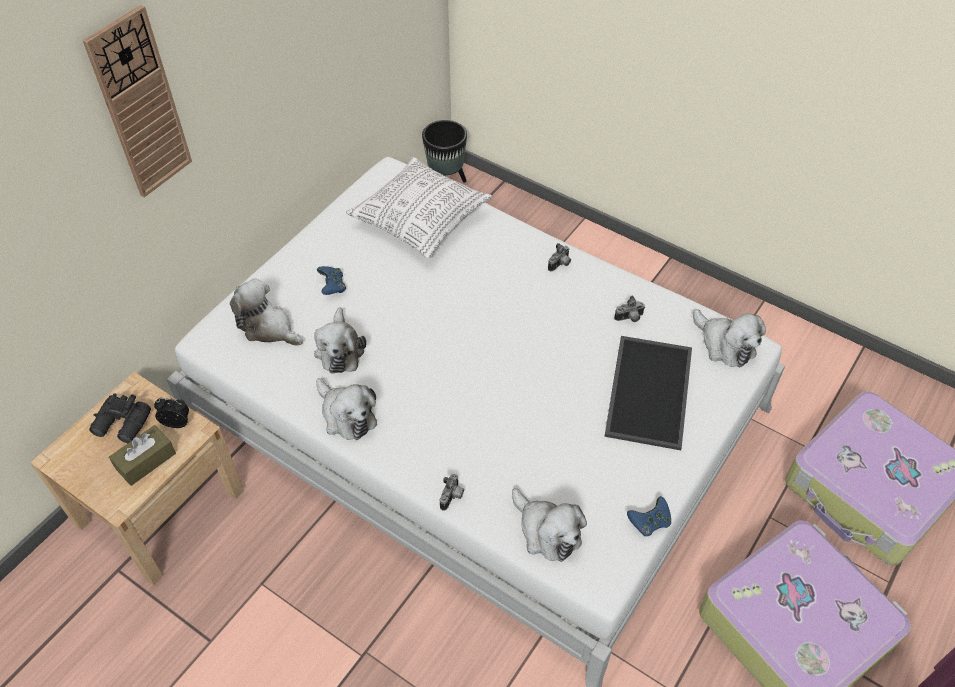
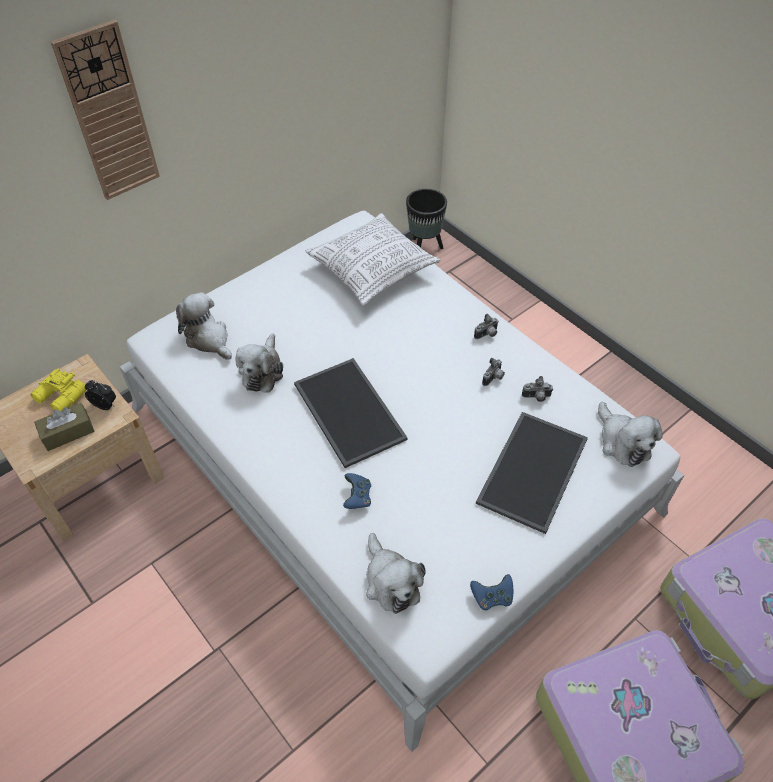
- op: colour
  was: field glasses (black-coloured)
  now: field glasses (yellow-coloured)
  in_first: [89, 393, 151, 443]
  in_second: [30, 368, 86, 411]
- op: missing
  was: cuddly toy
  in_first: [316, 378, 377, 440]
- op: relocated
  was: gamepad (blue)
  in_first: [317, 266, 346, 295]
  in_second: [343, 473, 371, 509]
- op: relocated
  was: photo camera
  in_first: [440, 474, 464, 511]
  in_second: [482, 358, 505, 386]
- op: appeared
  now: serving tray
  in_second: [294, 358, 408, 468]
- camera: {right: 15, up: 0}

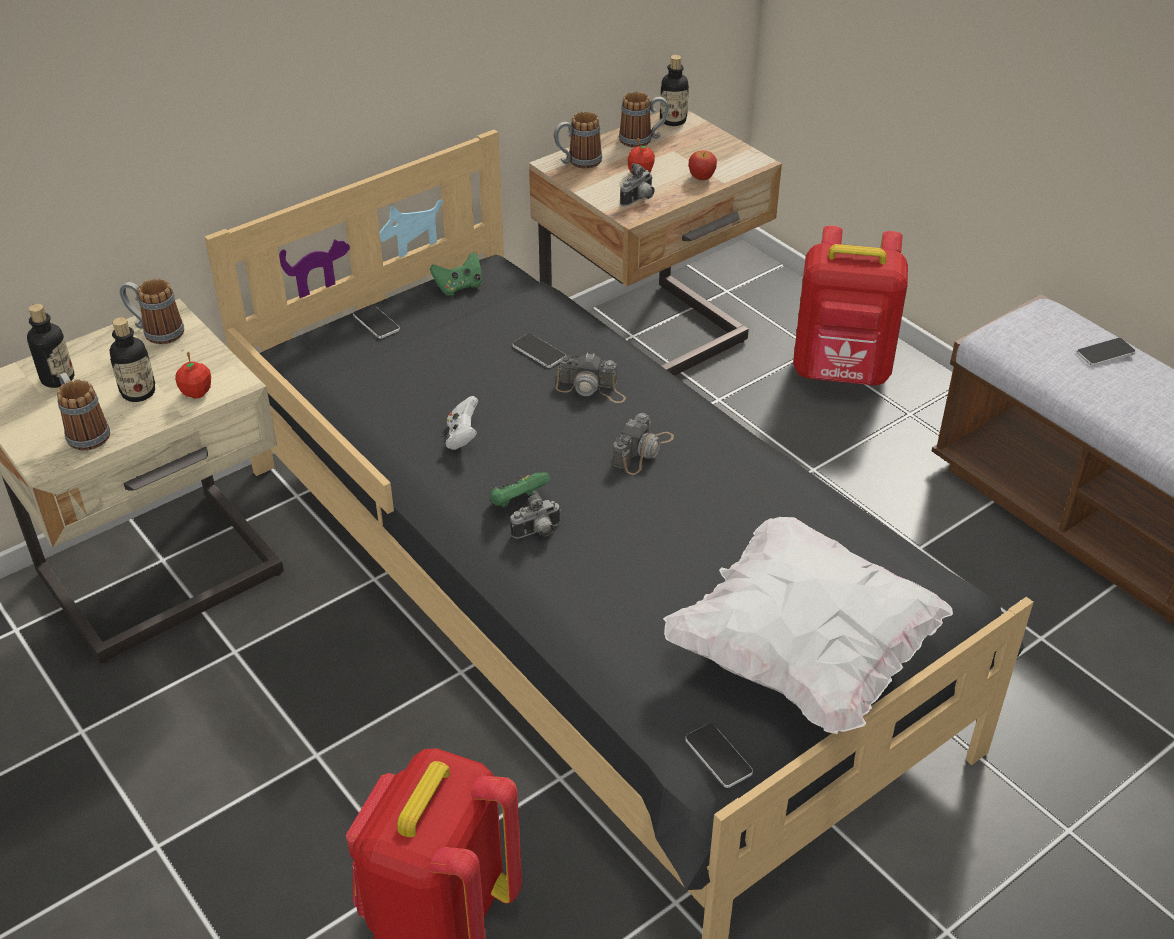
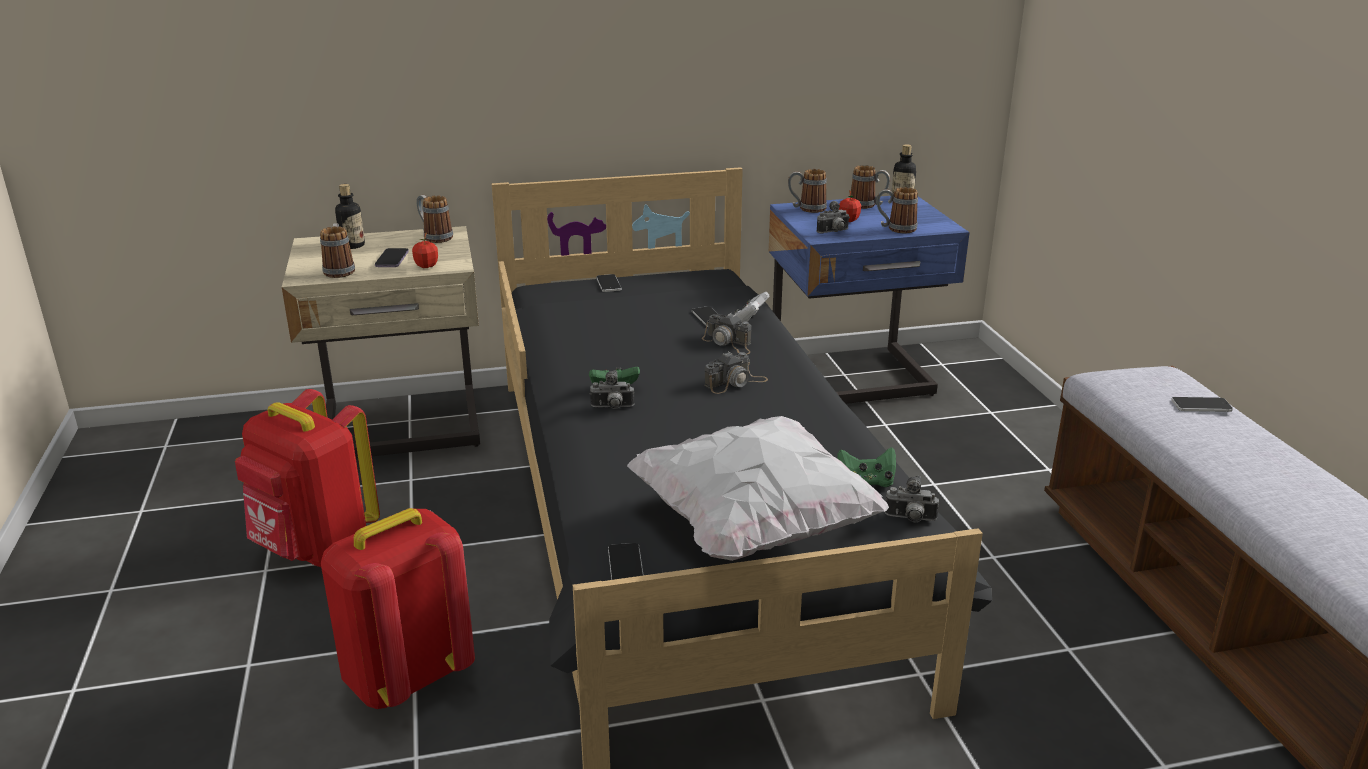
- op: exchanged
  was: beverage bottle
  now: telephone
  in_first: [110, 317, 155, 402]
  in_second: [375, 248, 409, 267]
- op: relocated
  was: gamepad (green)
  in_first: [430, 252, 482, 296]
  in_second: [837, 447, 896, 487]
- op: relocated
  was: gamepad (white)
  in_first: [444, 396, 478, 450]
  in_second: [734, 292, 770, 322]
- op: colour
  was: night table (beige)
  now: night table (blue)
  in_first: [529, 110, 782, 376]
  in_second: [769, 196, 970, 404]
- op: exchanged
  was: whole apple
  now: mug
  in_first: [689, 150, 717, 180]
  in_second: [877, 187, 918, 233]
- op: relocated
  was: knapsack (red)
  in_first: [793, 226, 908, 386]
  in_second: [235, 389, 380, 567]
- op: appeared
  now: photo camera
  in_second: [885, 476, 939, 523]
- camera: {right: 25, up: -15}

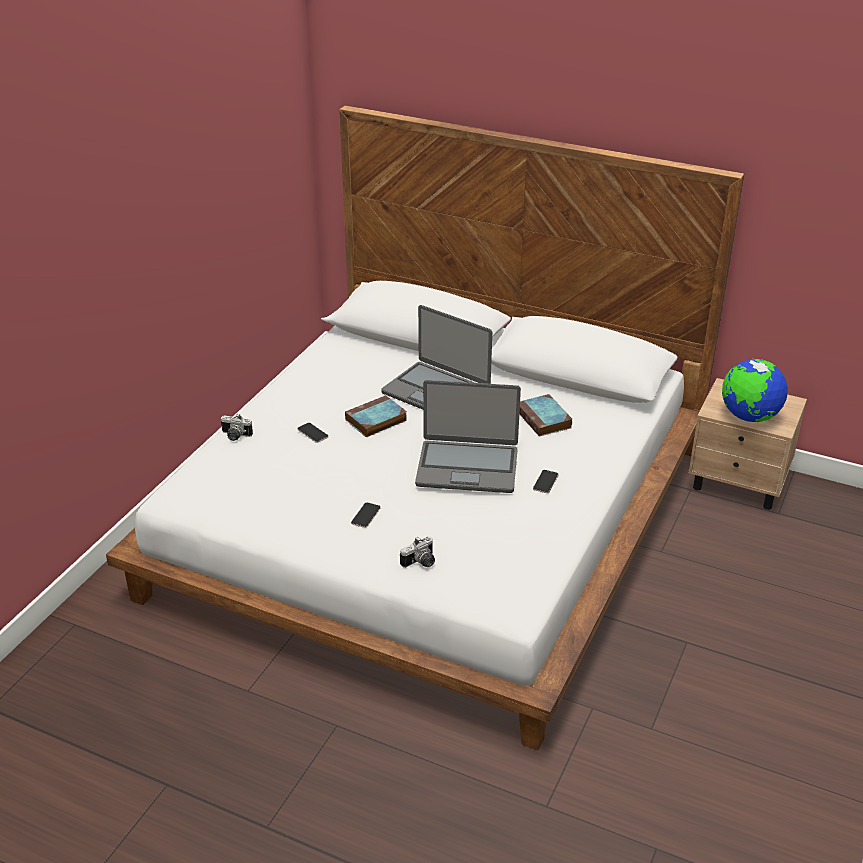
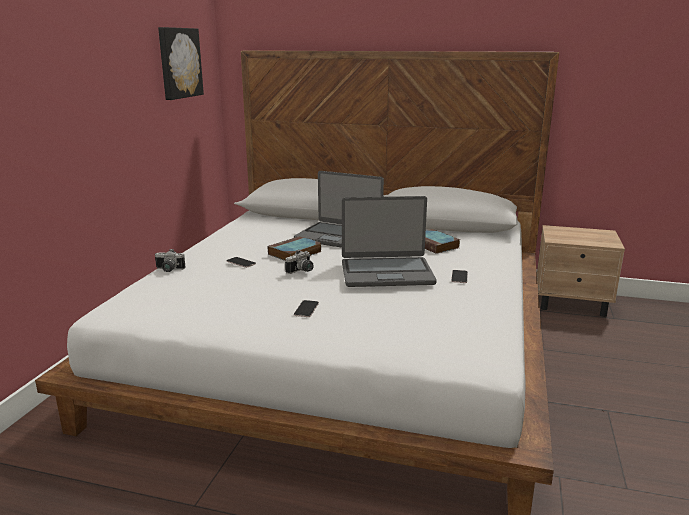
- op: relocated
  was: photo camera
  in_first: [400, 536, 435, 568]
  in_second: [285, 250, 314, 274]
- op: missing
  was: world globe
  in_first: [722, 359, 788, 422]
- op: appeared
  now: wall picture
  in_second: [158, 27, 204, 100]
- camera: {right: -10, up: -15}

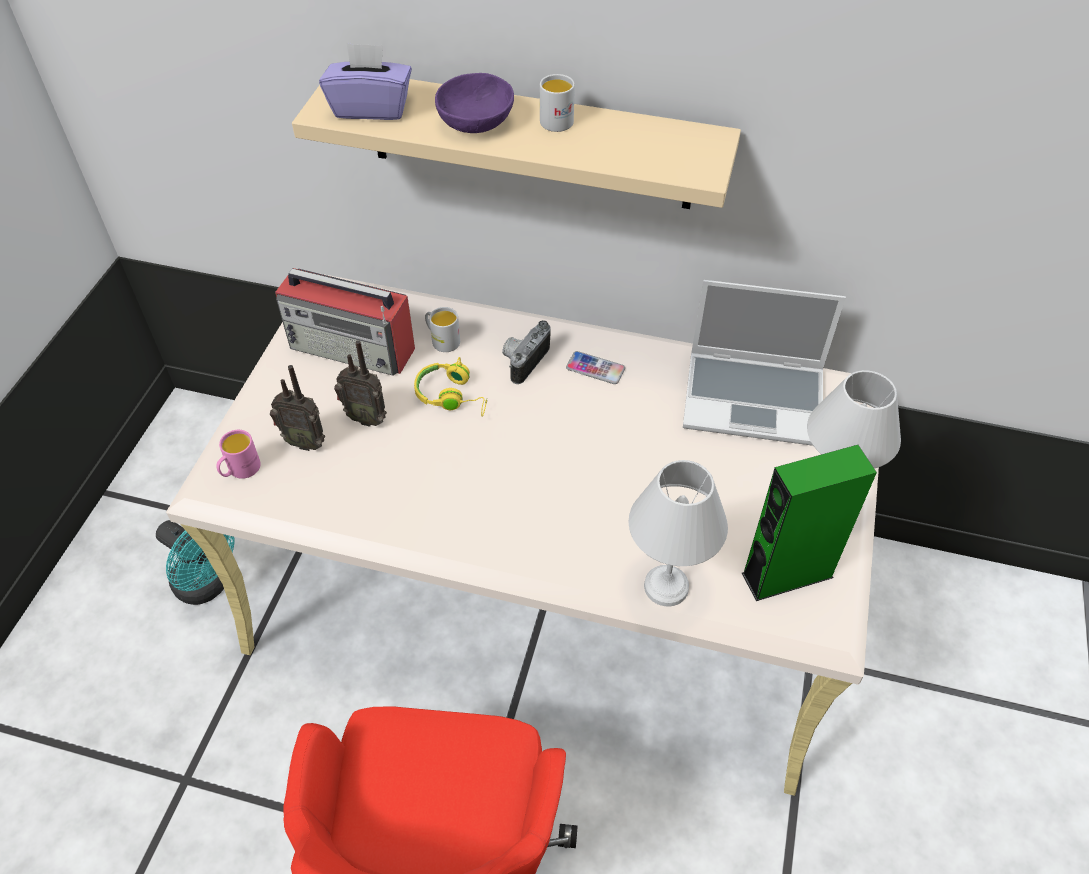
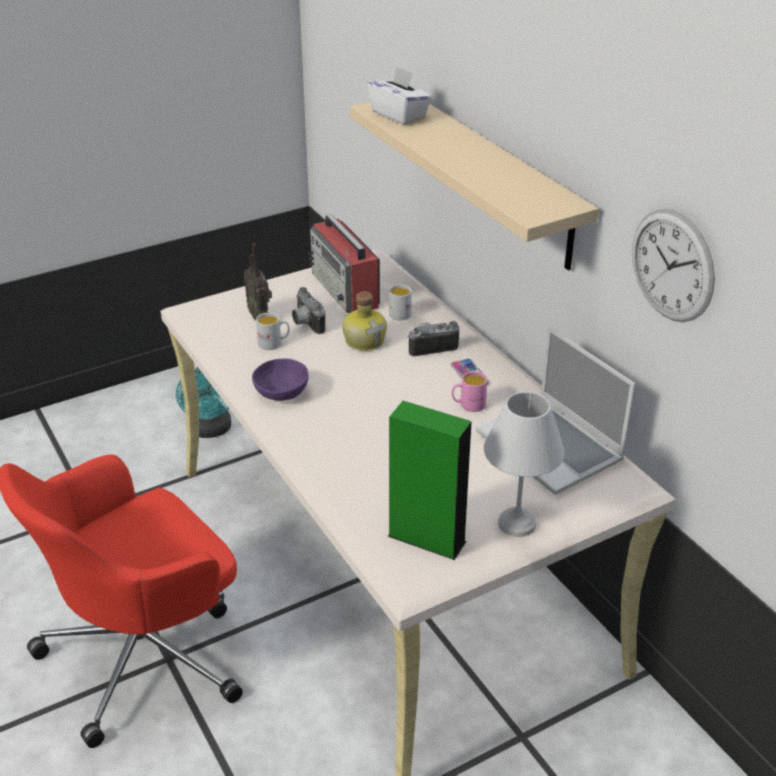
- op: relocated
  was: mug (pinkish)
  in_first: [216, 430, 261, 479]
  in_second: [452, 371, 487, 412]
- op: colour
  was: box of tissues (purple)
  now: box of tissues (white)
  in_first: [319, 43, 412, 120]
  in_second: [367, 66, 432, 125]
- op: exchanged
  was: radio receiver
  now: photo camera
  in_first: [334, 340, 387, 427]
  in_second: [292, 287, 325, 334]
- op: exchanged
  was: pair of headphones (yellow-coloured)
  now: beverage bottle
  in_first: [414, 357, 487, 417]
  in_second: [342, 291, 387, 351]
- op: relocated
  was: serving bowl (purple)
  in_first: [435, 73, 514, 133]
  in_second: [252, 359, 308, 401]
- op: relocated
  was: mug (white)
  in_first: [540, 74, 575, 132]
  in_second: [256, 313, 289, 350]
- op: missing
  was: table lamp (white)
  in_first: [629, 460, 728, 607]
- op: appeared
  now: clock on the wall
  in_second: [632, 209, 715, 322]
- camera: {right: 45, up: -15}

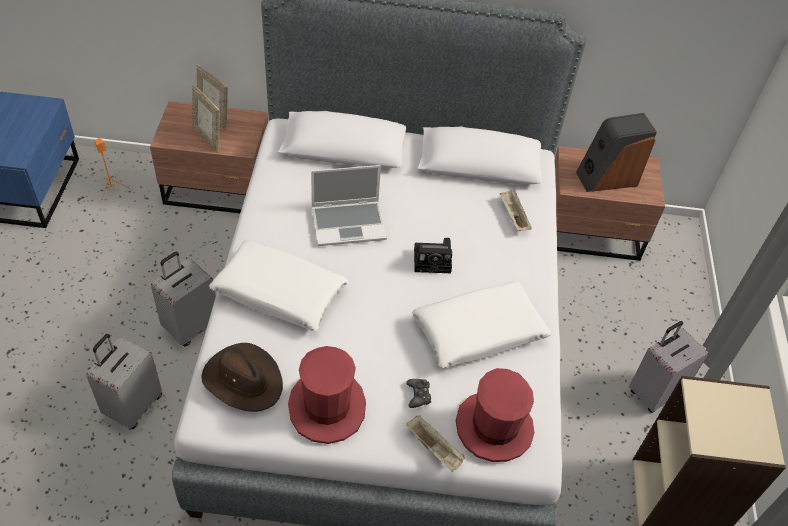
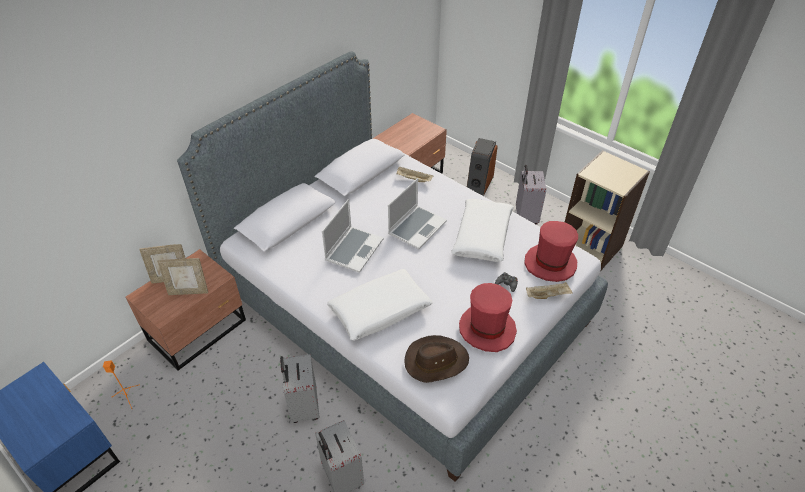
- op: exchanged
  was: photo camera
  now: notebook computer
  in_first: [414, 238, 452, 273]
  in_second: [388, 178, 447, 249]
- op: relocated
  was: loudspeaker
  in_first: [576, 113, 657, 192]
  in_second: [467, 138, 498, 196]
- camera: {right: -50, up: -5}

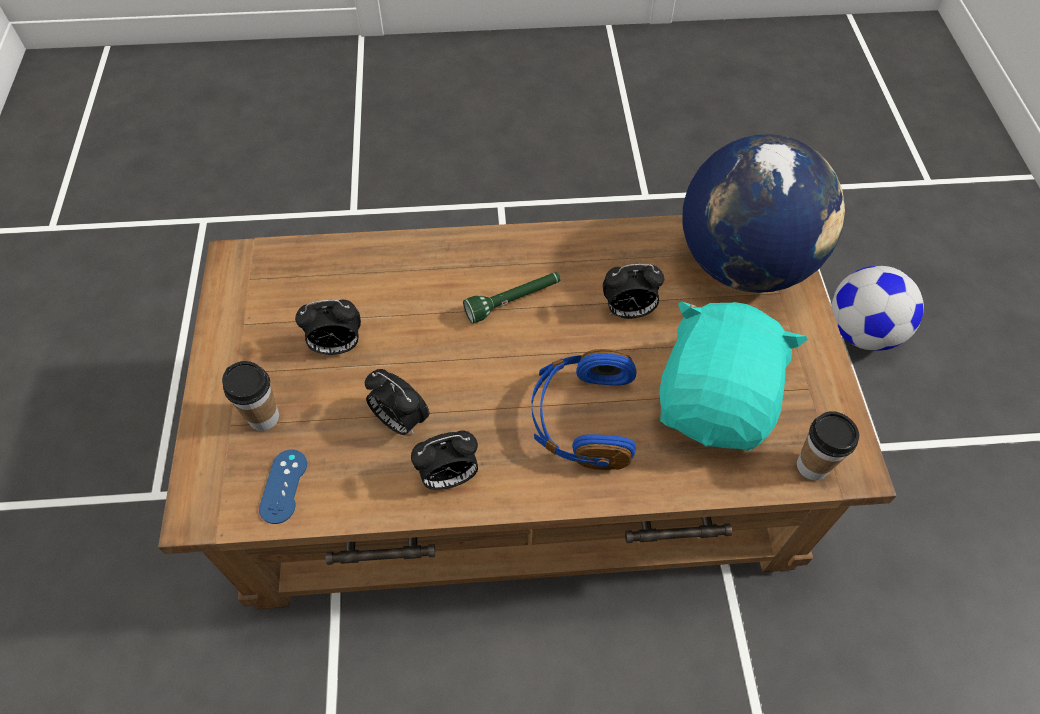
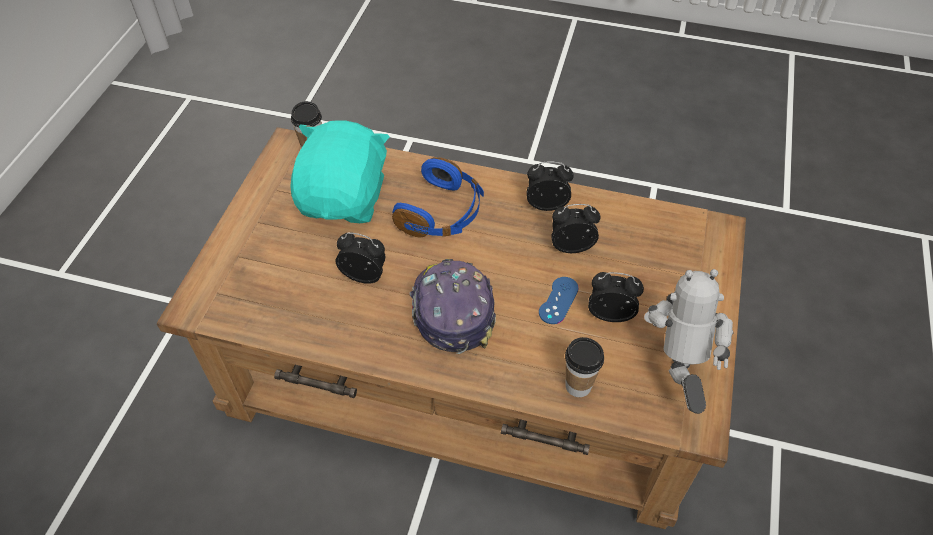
- op: relocated
  was: drinking cup
  in_first: [222, 361, 279, 431]
  in_second: [565, 337, 604, 397]
- op: relocated
  was: gamepad (blue)
  in_first: [259, 450, 307, 524]
  in_second: [539, 277, 579, 324]
- op: spun
  was: bedside clock
  in_first: [365, 369, 430, 435]
  in_second: [551, 204, 601, 253]
  clockwise: -60
- op: exchanged
  was: hand torch (green)
  now: peaked cap
  in_first: [463, 272, 561, 323]
  in_second: [409, 259, 496, 354]
- op: spun
  was: cuddly toy (turquoise)
  in_first: [660, 301, 808, 451]
  in_second: [290, 121, 389, 223]
  clockwise: 150
- op: missing
  was: world globe
  in_first: [683, 134, 845, 293]
- op: missing
  was: football
  in_first: [831, 266, 924, 351]
- op: appeared
  now: model robot
  in_second: [644, 269, 733, 414]
- camera: {right: -160, up: -5}

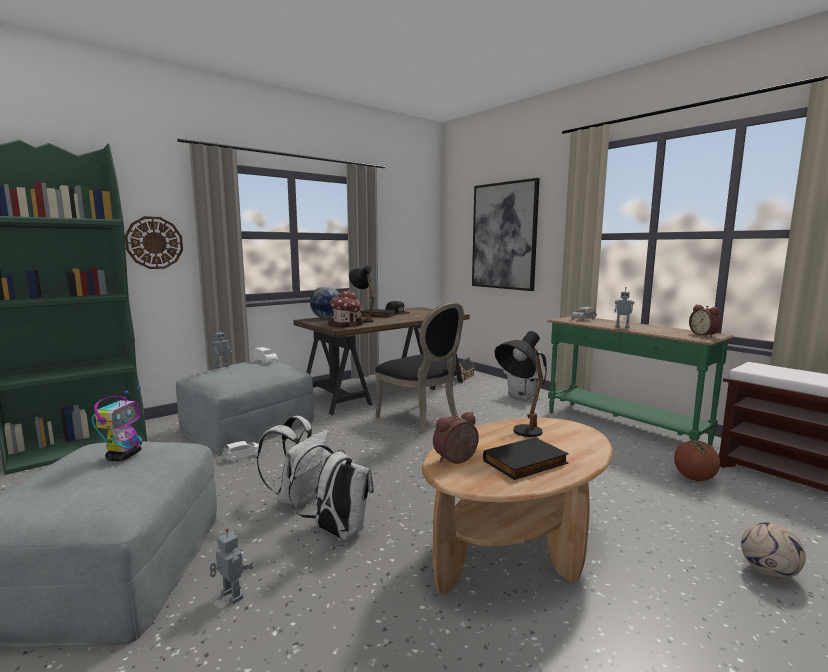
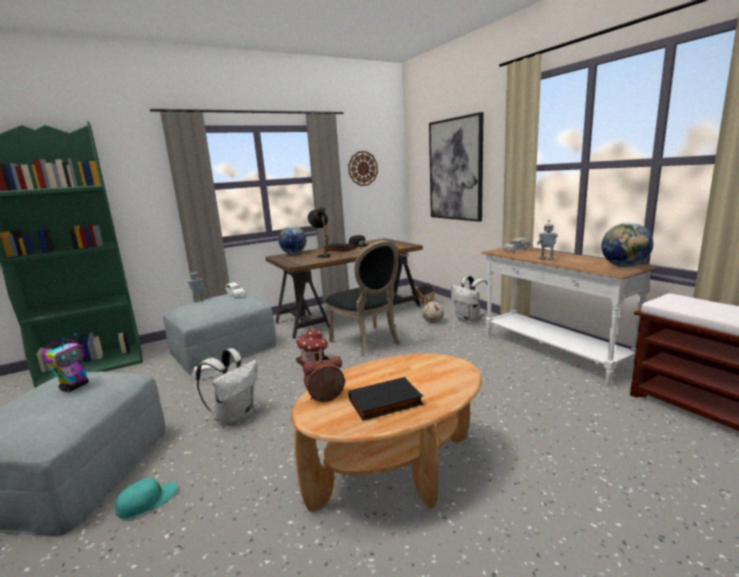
- op: relocated
  was: clock on the wall
  in_first: [125, 216, 183, 269]
  in_second: [348, 151, 378, 186]
- op: exchanged
  was: model robot
  now: peaked cap (turquoise)
  in_first: [209, 529, 254, 604]
  in_second: [115, 478, 177, 519]
- op: missing
  was: knapsack (white)
  in_first: [289, 444, 374, 540]
- op: relocated
  was: toy house
  in_first: [328, 290, 363, 328]
  in_second: [296, 329, 330, 366]
- op: missing
  was: table lamp (black-coloured)
  in_first: [494, 331, 545, 437]
- op: colour
  was: narrow table (green)
  now: narrow table (white)
  in_first: [547, 316, 734, 445]
  in_second: [481, 248, 657, 386]
- op: missing
  was: basketball ball
  in_first: [674, 440, 720, 481]
- op: exchanged
  was: bedside clock
  now: world globe
  in_first: [689, 305, 722, 337]
  in_second: [601, 222, 653, 267]
- op: relocated
  was: football
  in_first: [741, 523, 806, 579]
  in_second: [422, 301, 444, 323]
- camera: {right: 10, up: 5}

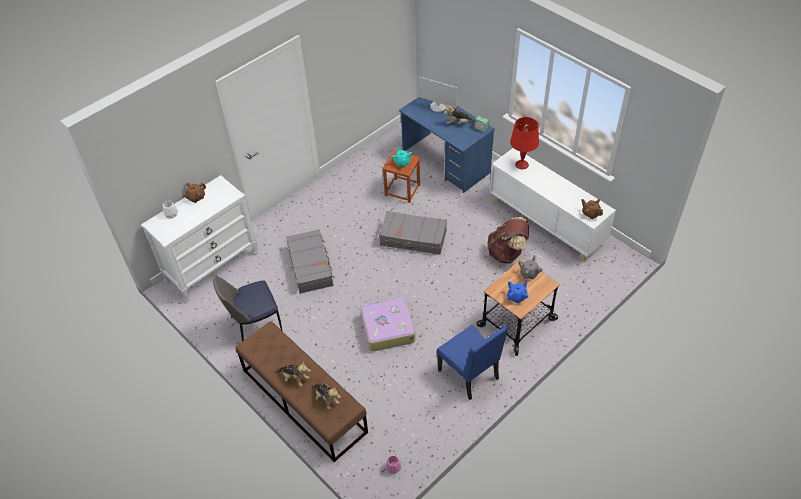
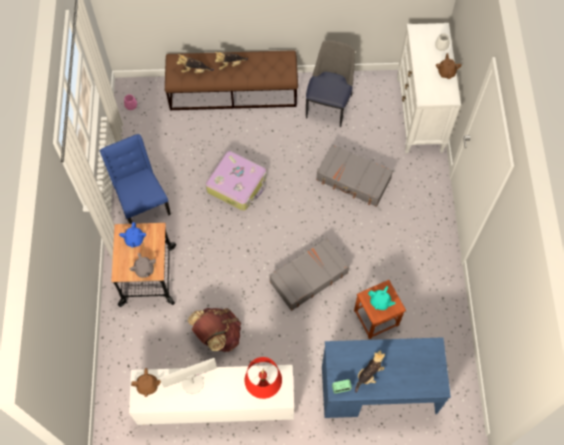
- op: relocated
  was: computer display
  in_first: [419, 77, 457, 112]
  in_second: [159, 358, 217, 394]
- op: spun
  was: plain chair (blue)
  in_first: [437, 325, 508, 400]
  in_second: [100, 134, 171, 224]
  clockwise: 60
- camera: {right: 130, up: 15}

